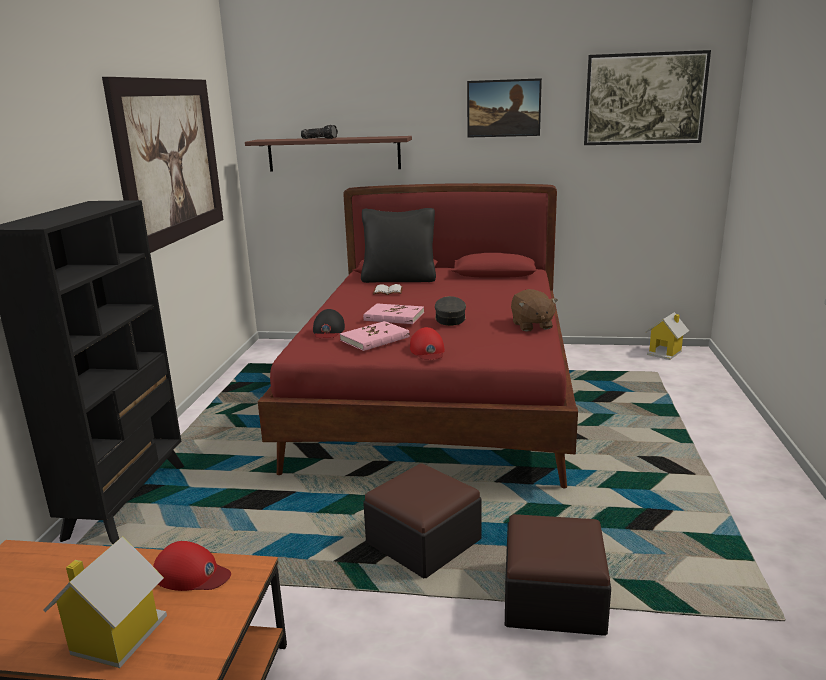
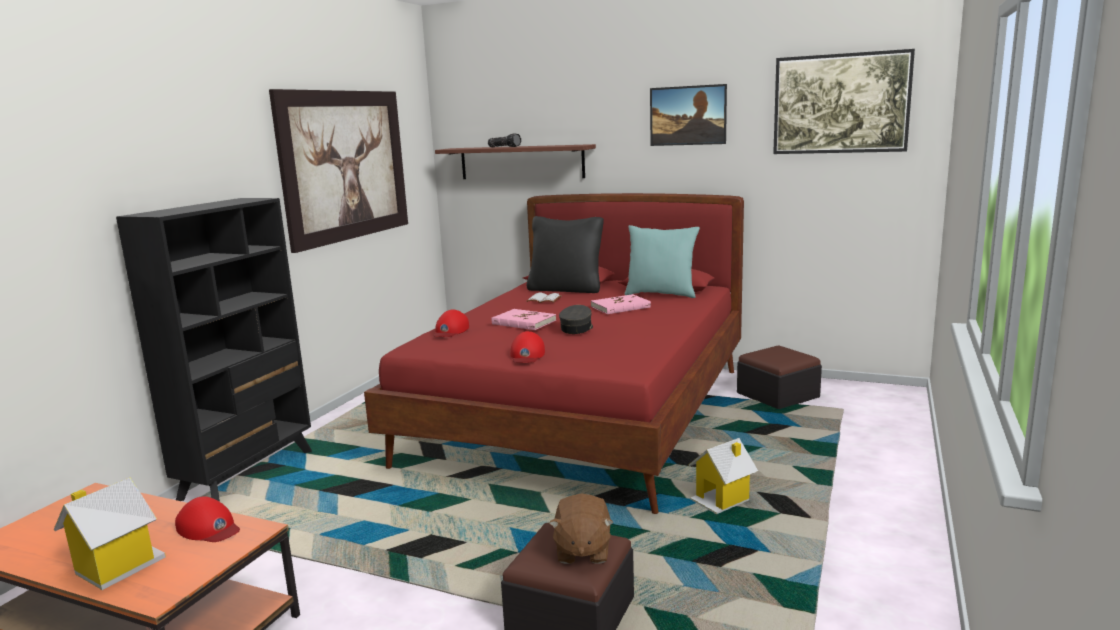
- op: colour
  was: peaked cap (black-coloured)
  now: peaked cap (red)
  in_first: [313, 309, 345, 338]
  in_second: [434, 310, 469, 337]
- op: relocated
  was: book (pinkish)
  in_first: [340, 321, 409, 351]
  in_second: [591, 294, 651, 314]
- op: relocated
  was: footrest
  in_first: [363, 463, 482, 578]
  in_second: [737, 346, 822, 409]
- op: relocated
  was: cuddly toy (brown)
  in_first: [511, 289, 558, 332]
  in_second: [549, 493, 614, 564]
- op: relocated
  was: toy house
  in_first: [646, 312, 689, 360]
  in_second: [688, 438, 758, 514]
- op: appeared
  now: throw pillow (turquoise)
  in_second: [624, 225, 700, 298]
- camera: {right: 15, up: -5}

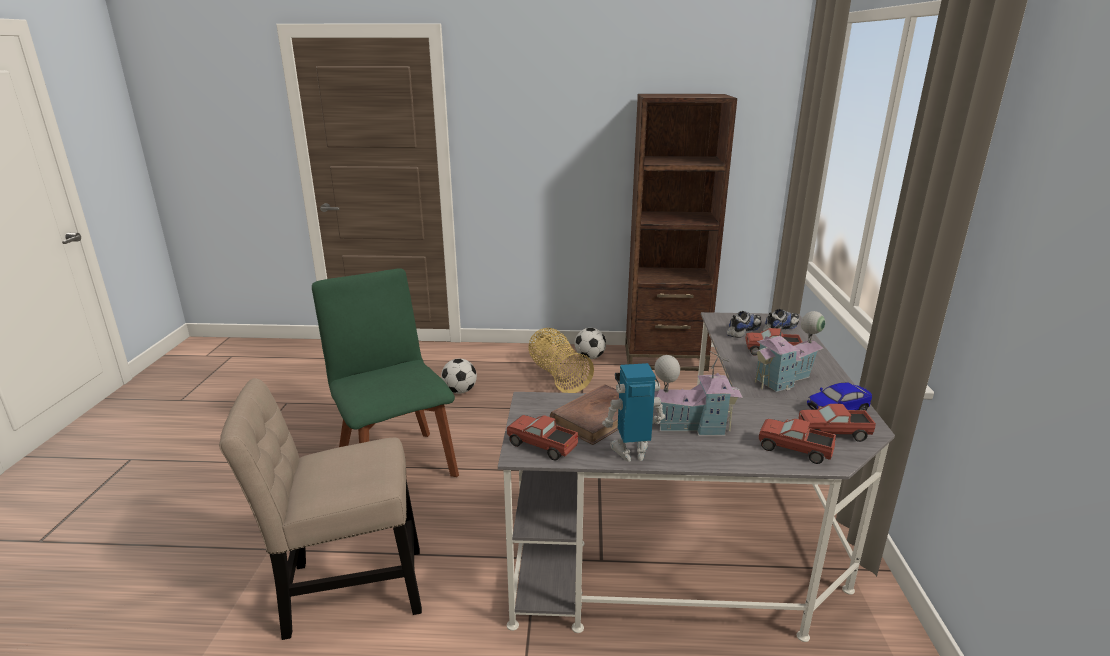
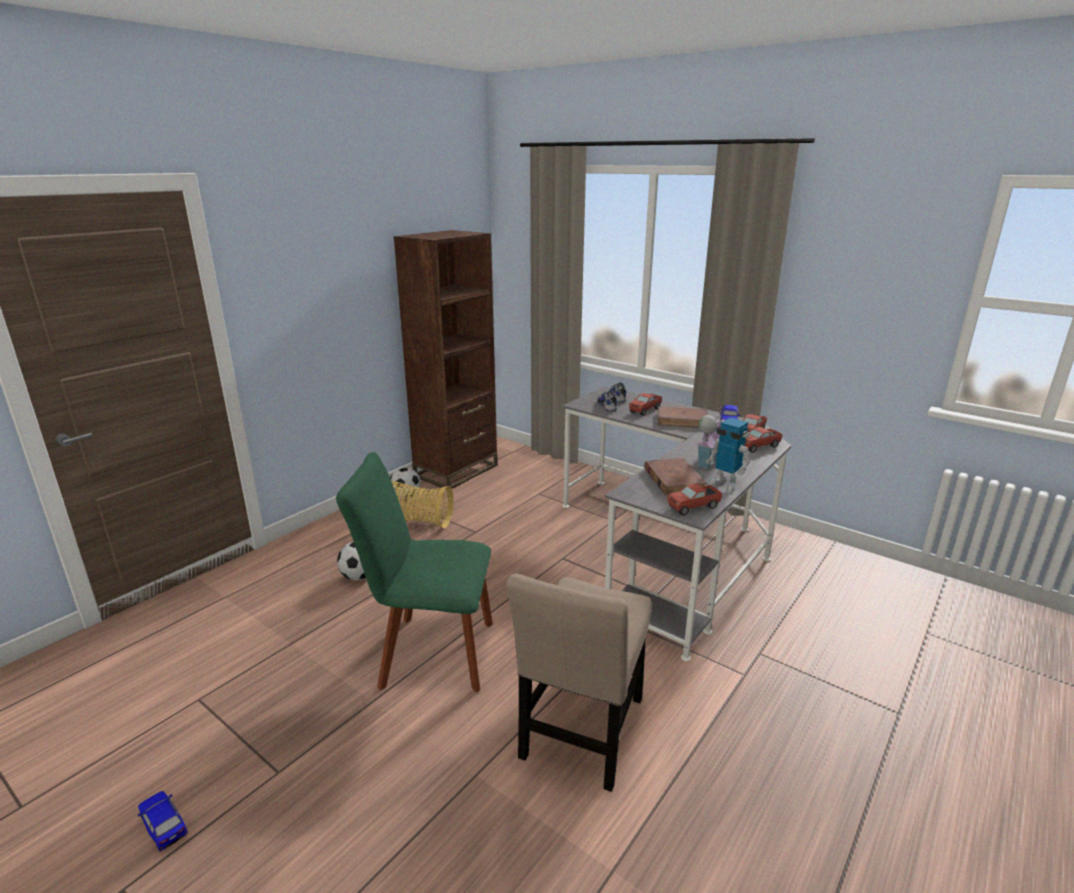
- op: spun
  was: model robot
  in_first: [602, 363, 665, 462]
  in_second: [706, 418, 750, 493]
  clockwise: -75
- op: exchanged
  was: toy house
  now: book (brown)
  in_first: [753, 311, 825, 392]
  in_second: [658, 406, 708, 428]
- op: appeared
  now: model car
  in_second: [138, 791, 188, 851]
- camera: {right: -55, up: 0}

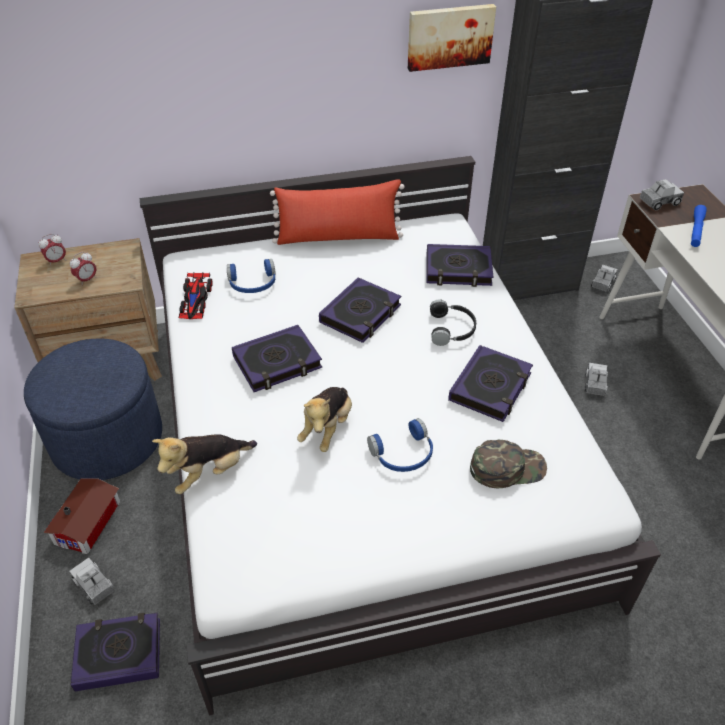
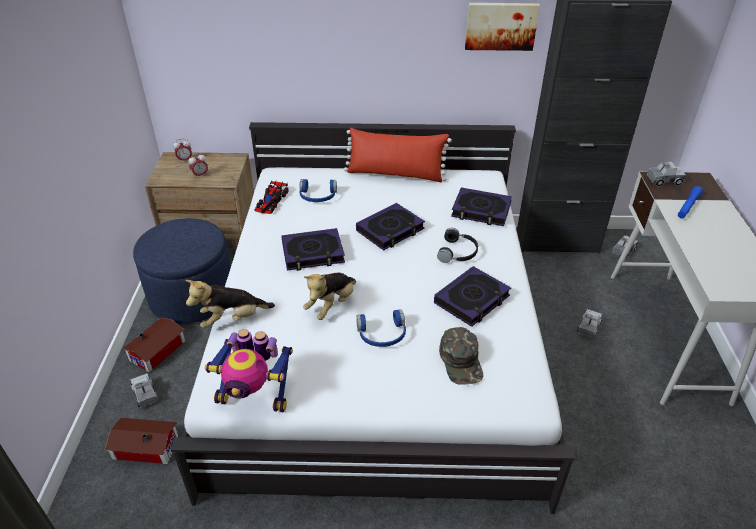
- op: exchanged
  was: book
  now: toy house
  in_first: [71, 613, 160, 691]
  in_second: [105, 418, 179, 464]
- op: spun
  was: peaked cap (green)
  in_first: [470, 440, 547, 488]
  in_second: [439, 327, 483, 385]
  clockwise: 75
- op: appeared
  now: model robot
  in_second: [205, 329, 293, 412]
- camera: {right: 15, up: -5}

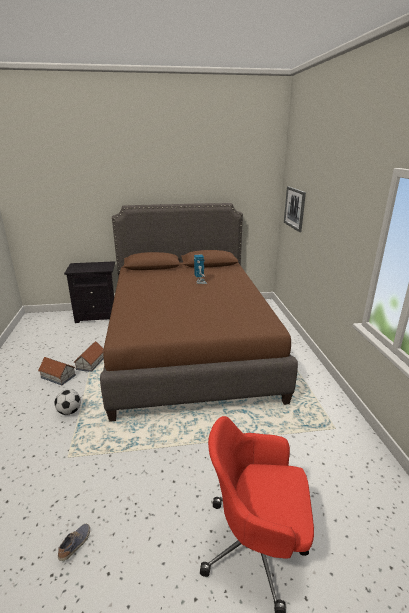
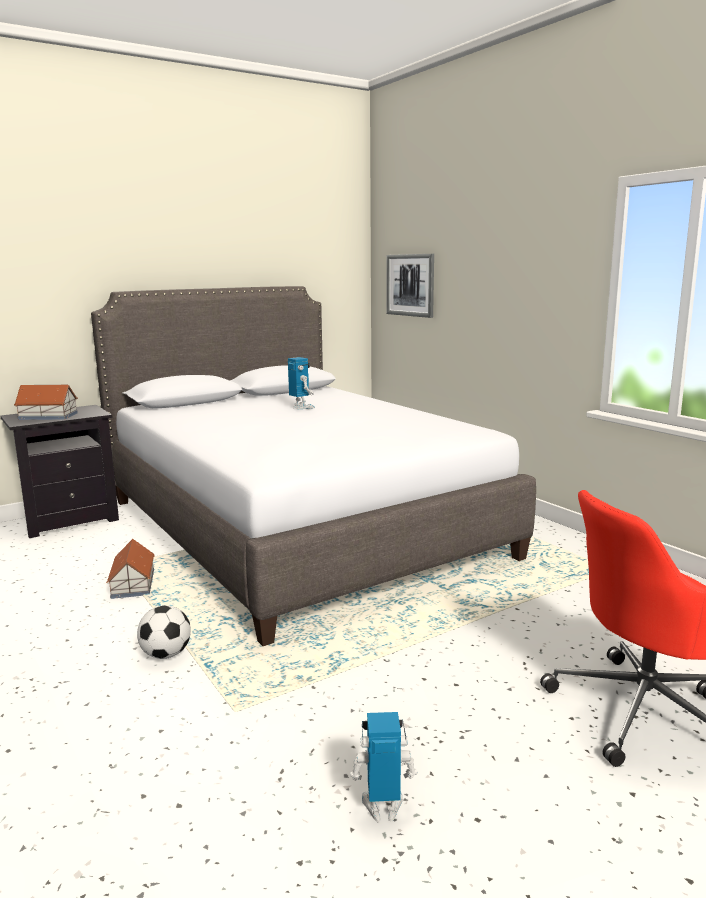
- op: relocated
  was: toy house
  in_first: [38, 357, 76, 386]
  in_second: [14, 385, 78, 420]
- op: exchanged
  was: item of footwear
  now: model robot
  in_first: [58, 524, 90, 561]
  in_second: [350, 712, 417, 822]
- op: colour
  was: bedroom bed (brown)
  now: bedroom bed (gray)
  in_first: [100, 203, 298, 422]
  in_second: [91, 286, 536, 646]
- camera: {right: -25, up: -10}

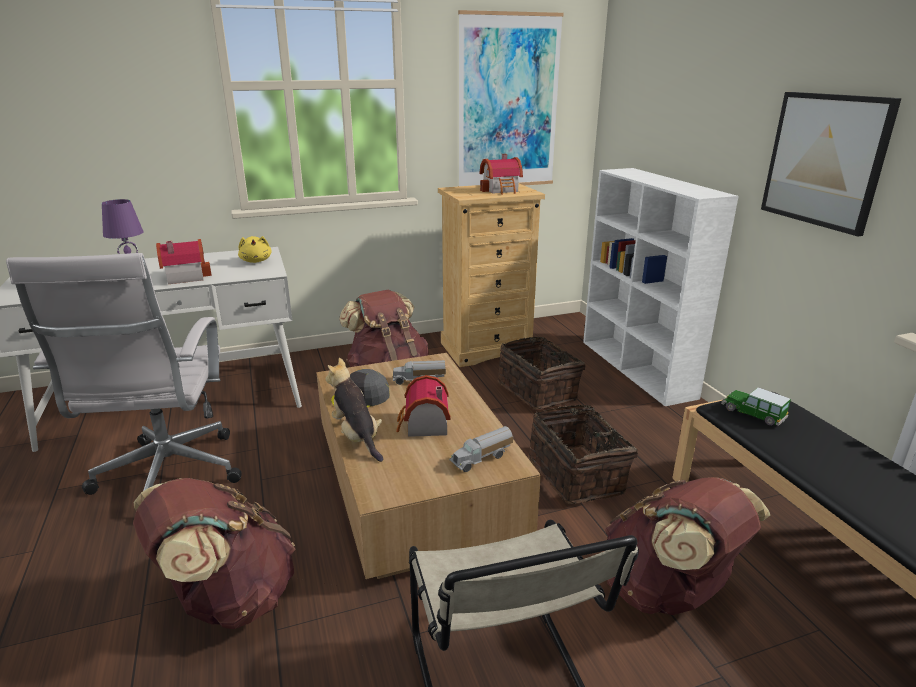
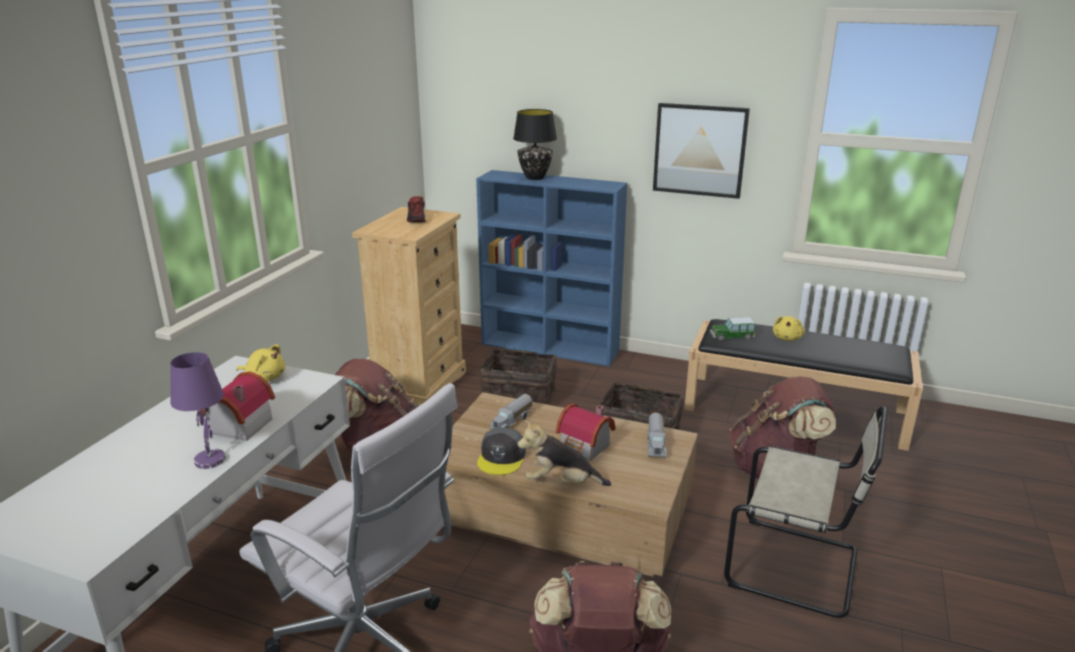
- op: missing
  was: wall picture
  in_first: [458, 10, 564, 187]
- op: exchanged
  was: toy house
  now: item of footwear
  in_first: [479, 154, 523, 195]
  in_second: [407, 196, 426, 223]
- op: colour
  was: shelving unit (white)
  now: shelving unit (blue)
  in_first: [583, 168, 739, 406]
  in_second: [476, 170, 627, 366]
- op: appeared
  now: table lamp (black-coloured)
  in_second: [513, 109, 557, 180]
- op: appeared
  now: cuddly toy (yellow-coloured)
  in_second: [773, 316, 805, 341]
- camera: {right: -50, up: 0}

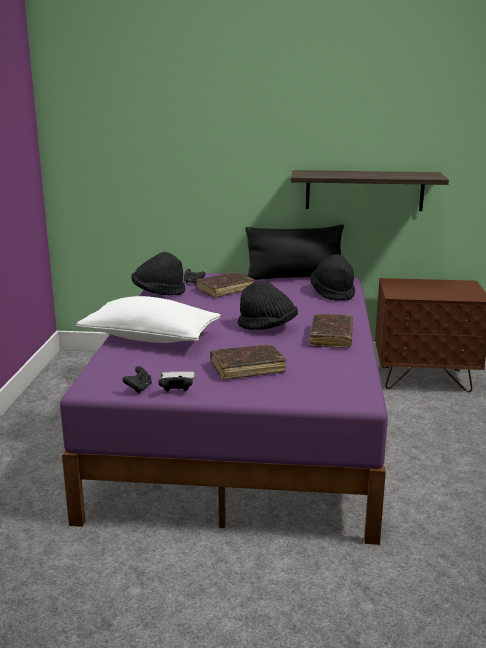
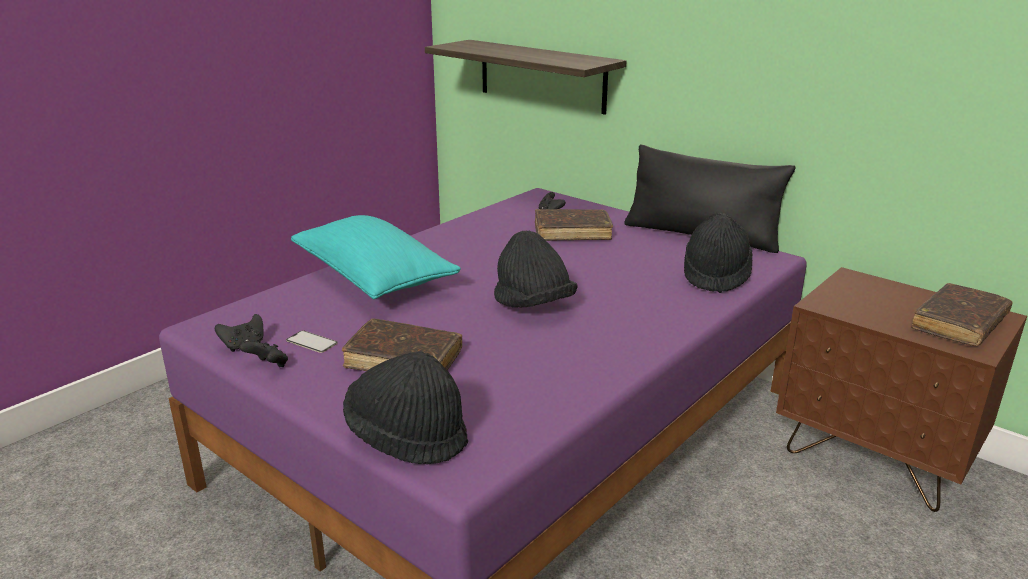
- op: colour
  was: throw pillow (white)
  now: throw pillow (turquoise)
  in_first: [76, 296, 220, 343]
  in_second: [291, 215, 461, 300]
- op: relocated
  was: hat (black-coloured)
  in_first: [131, 252, 185, 296]
  in_second: [343, 352, 468, 465]
- op: relocated
  was: wall shelf
  in_first: [291, 170, 449, 211]
  in_second: [425, 40, 627, 115]
- op: relocated
  was: book (brown)
  in_first: [309, 314, 353, 348]
  in_second: [911, 283, 1013, 346]
- camera: {right: 35, up: 5}

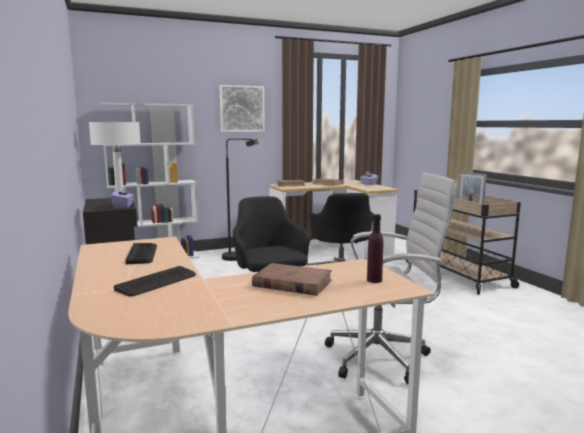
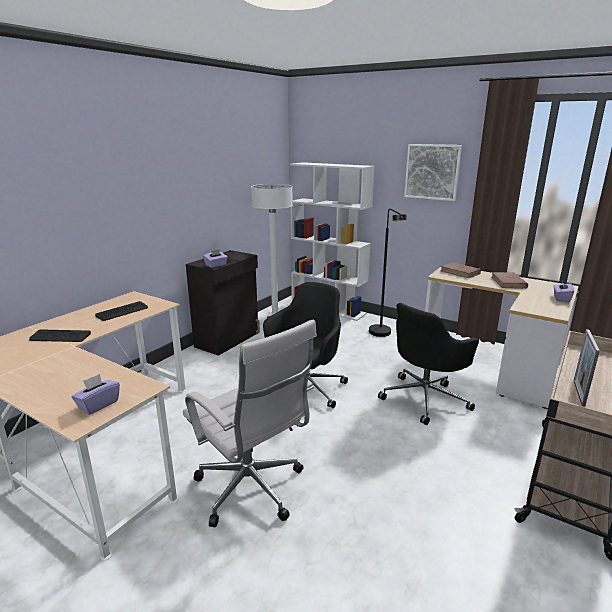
- op: missing
  was: book (brown)
  in_first: [252, 263, 332, 296]
- op: exchanged
  was: beverage bottle (purple)
  now: box of tissues (purple)
  in_first: [367, 214, 383, 283]
  in_second: [71, 374, 120, 415]
- camera: {right: 55, up: 10}

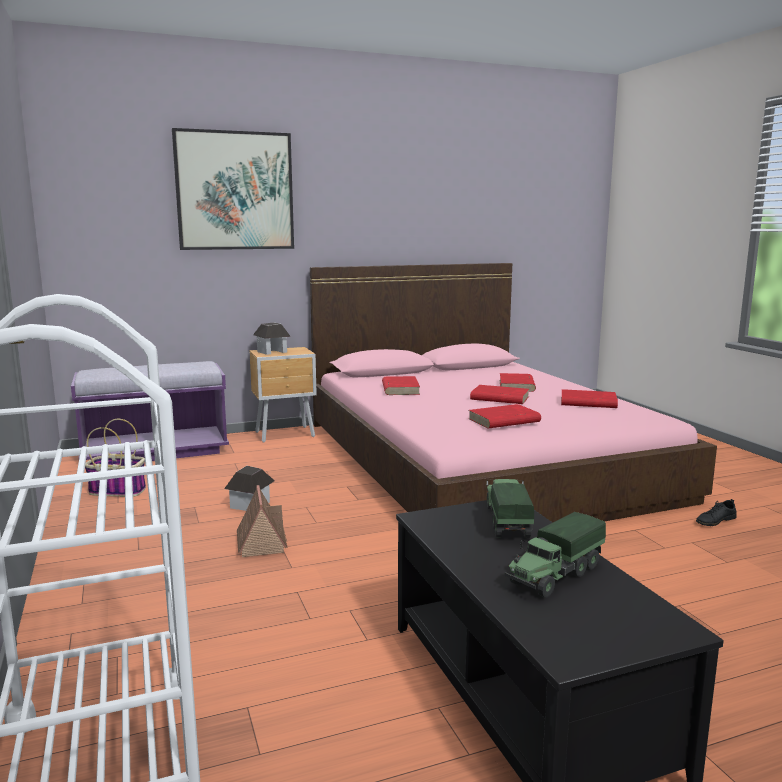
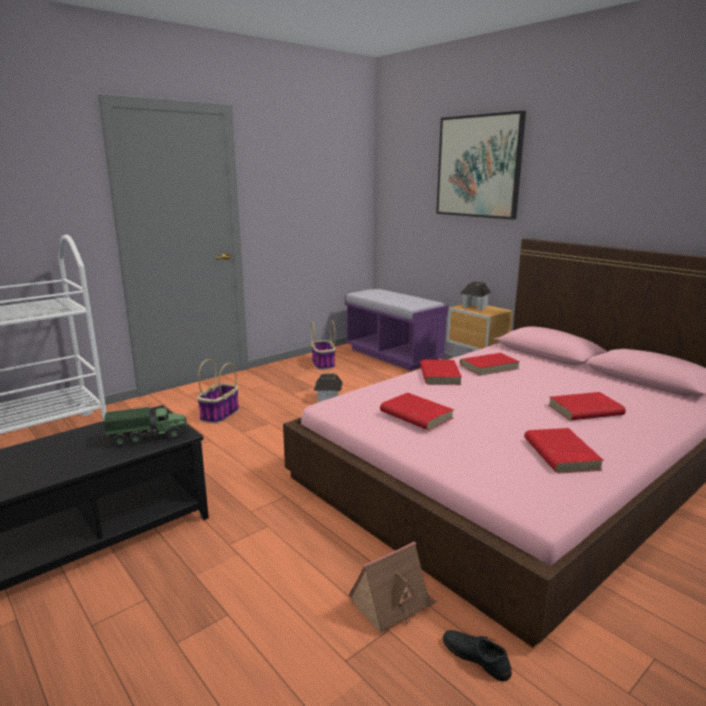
- op: relocated
  was: toy house
  in_first: [237, 485, 287, 557]
  in_second: [349, 542, 436, 633]
- op: relocated
  was: book (red)
  in_first: [470, 385, 529, 404]
  in_second: [420, 360, 462, 385]
- op: missing
  was: model truck
  in_first: [505, 512, 606, 598]
- op: appeared
  now: basket
  in_second: [197, 359, 239, 424]
- camera: {right: 70, up: 5}

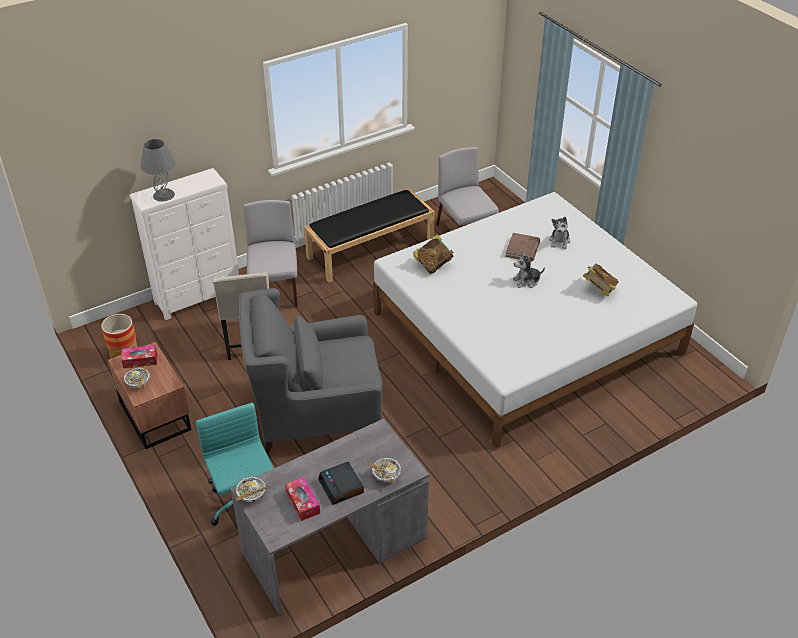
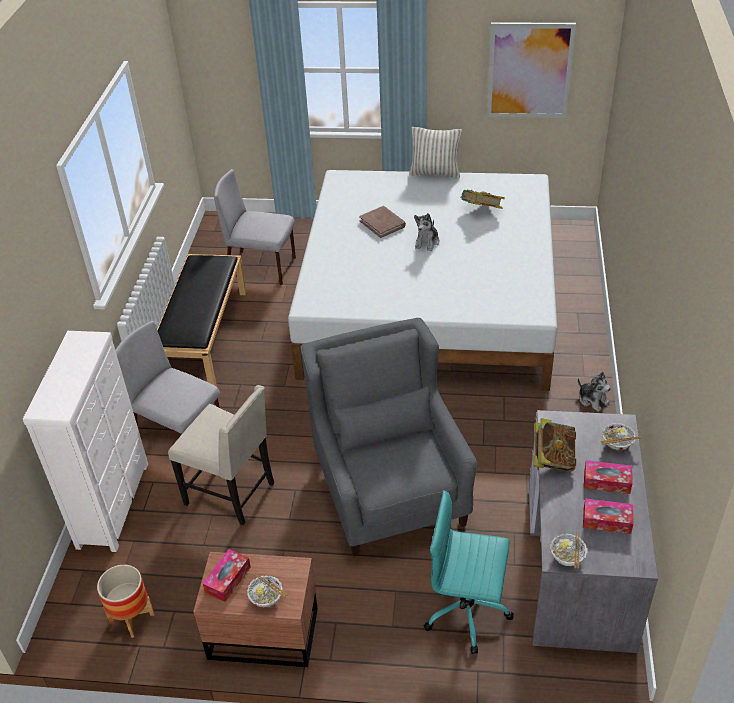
- op: missing
  was: table lamp (gray)
  in_first: [140, 139, 176, 202]
- op: spun
  was: armchair (gray)
  in_first: [239, 288, 382, 453]
  in_second: [301, 318, 477, 557]
  clockwise: 135
- op: exchanged
  was: bedside clock
  now: box of tissues
  in_first: [318, 462, 364, 505]
  in_second: [584, 460, 632, 494]
- op: relocated
  was: book
  in_first: [413, 234, 454, 274]
  in_second: [533, 418, 576, 471]
- op: relocated
  was: cuddly toy
  in_first: [549, 217, 570, 249]
  in_second: [578, 372, 611, 412]
- op: appeared
  now: throw pillow
  in_second: [409, 127, 462, 178]
- op: appeared
  now: wall picture
  in_second: [487, 22, 576, 118]
- camera: {right: -50, up: 0}

